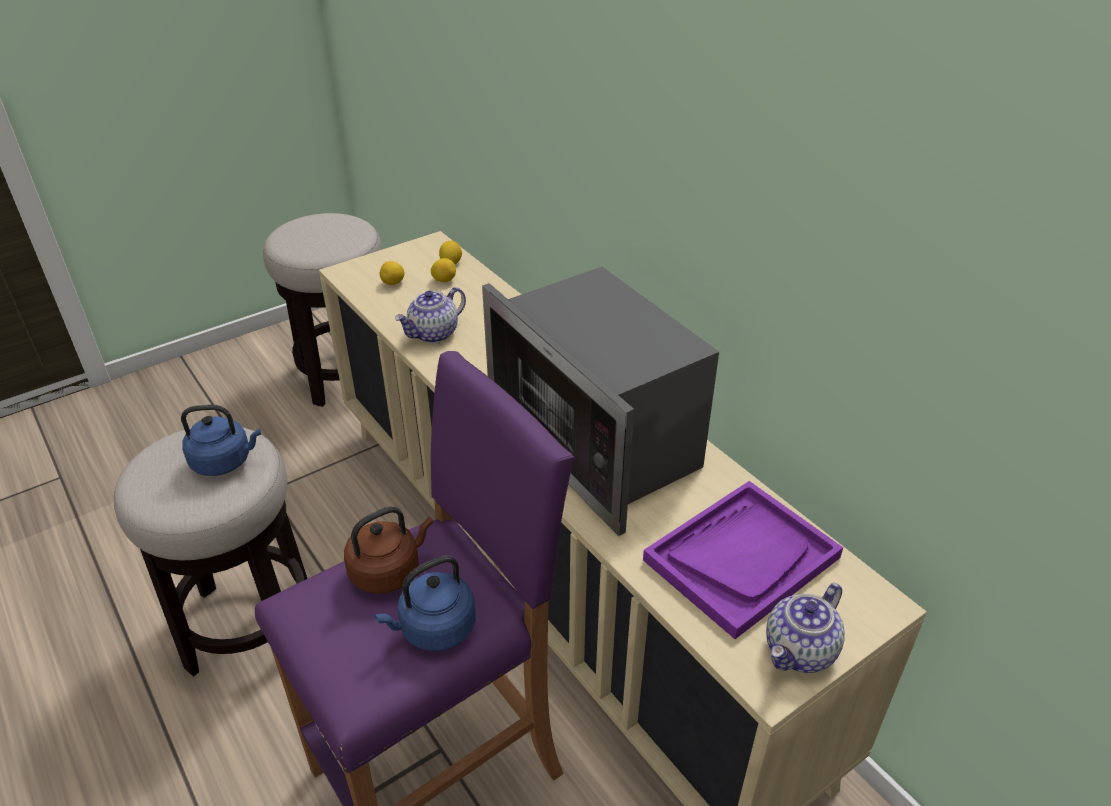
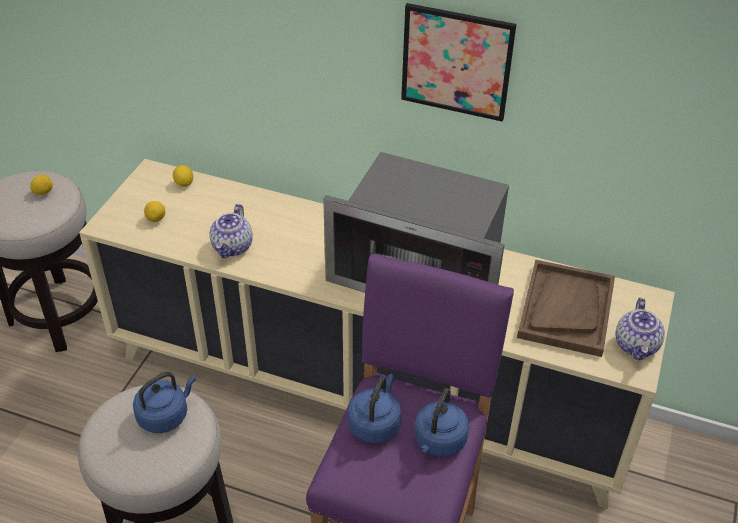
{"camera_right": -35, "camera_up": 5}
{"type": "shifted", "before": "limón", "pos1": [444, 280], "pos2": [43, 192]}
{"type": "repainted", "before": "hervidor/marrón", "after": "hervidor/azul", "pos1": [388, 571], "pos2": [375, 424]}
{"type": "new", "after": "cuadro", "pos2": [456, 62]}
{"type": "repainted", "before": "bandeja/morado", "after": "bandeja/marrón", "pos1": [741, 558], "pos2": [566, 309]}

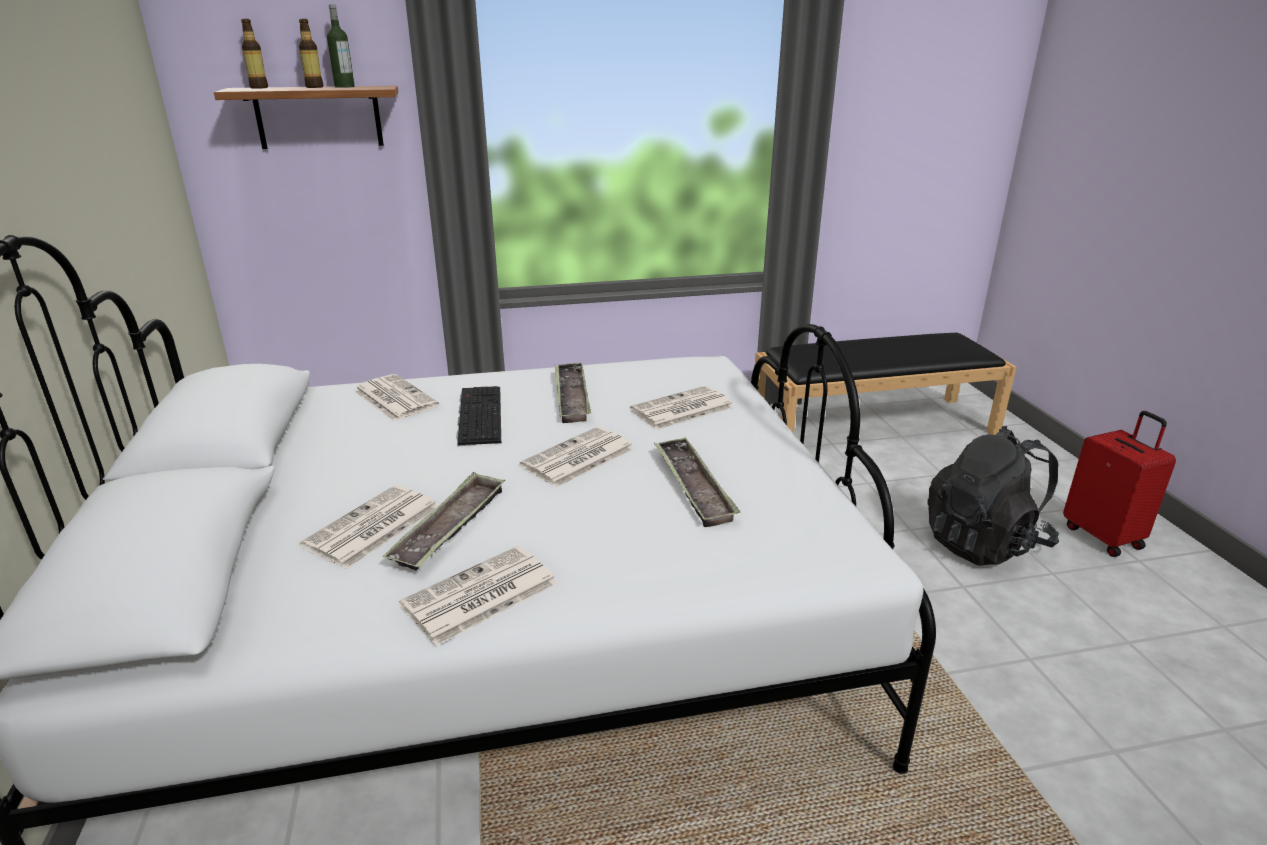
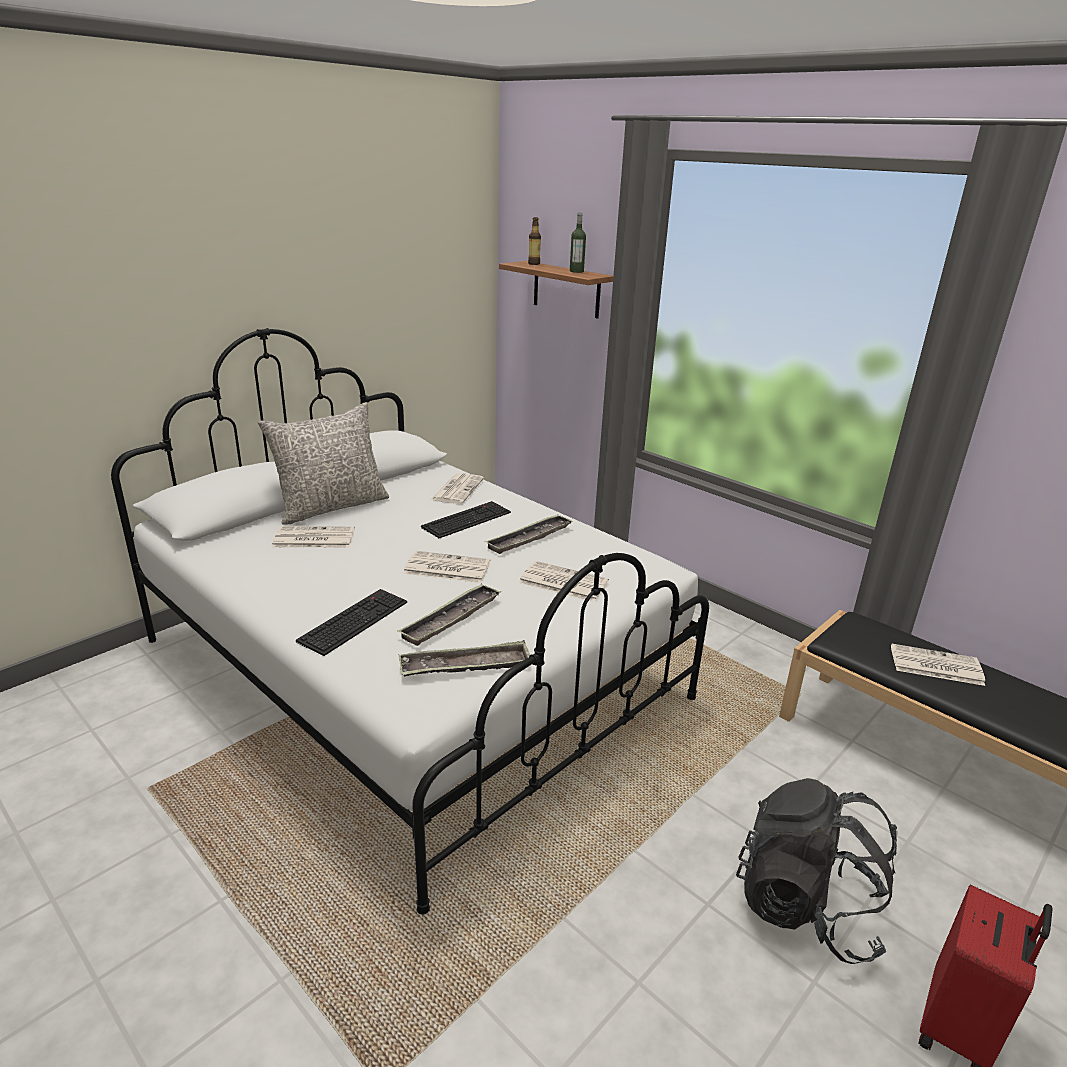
{"camera_right": 55, "camera_up": 0}
{"type": "new", "after": "cojín/gris", "pos2": [331, 506]}
{"type": "new", "after": "teclado", "pos2": [353, 620]}
{"type": "shifted", "before": "bandeja", "pos1": [450, 527], "pos2": [465, 666]}
{"type": "shifted", "before": "periódico", "pos1": [479, 596], "pos2": [934, 665]}
{"type": "gone", "before": "botella", "pos1": [314, 87]}

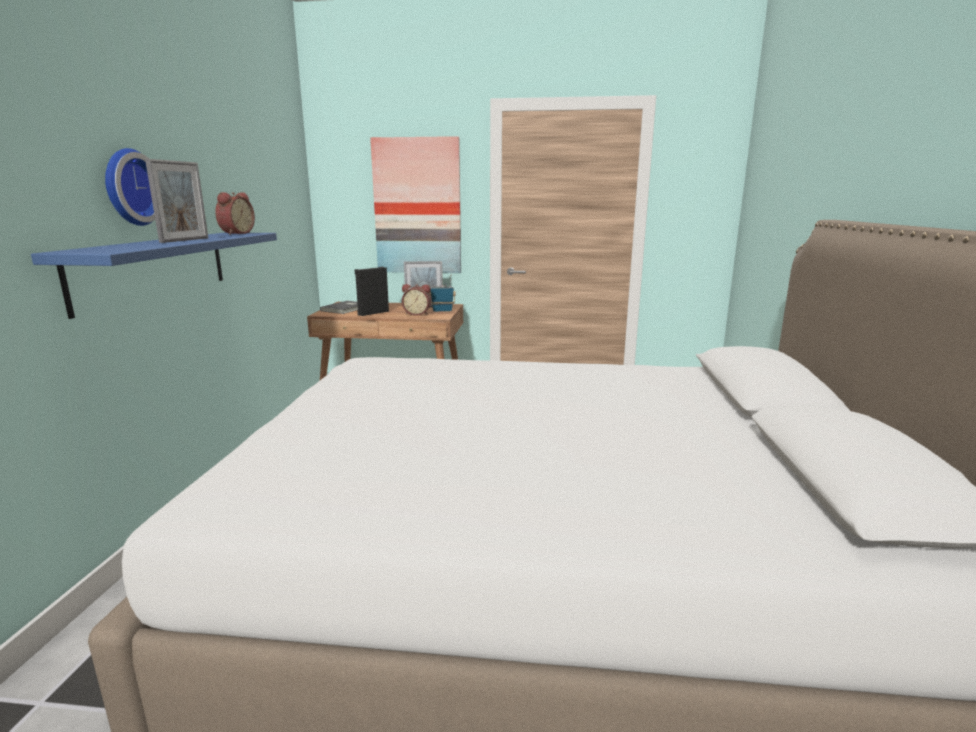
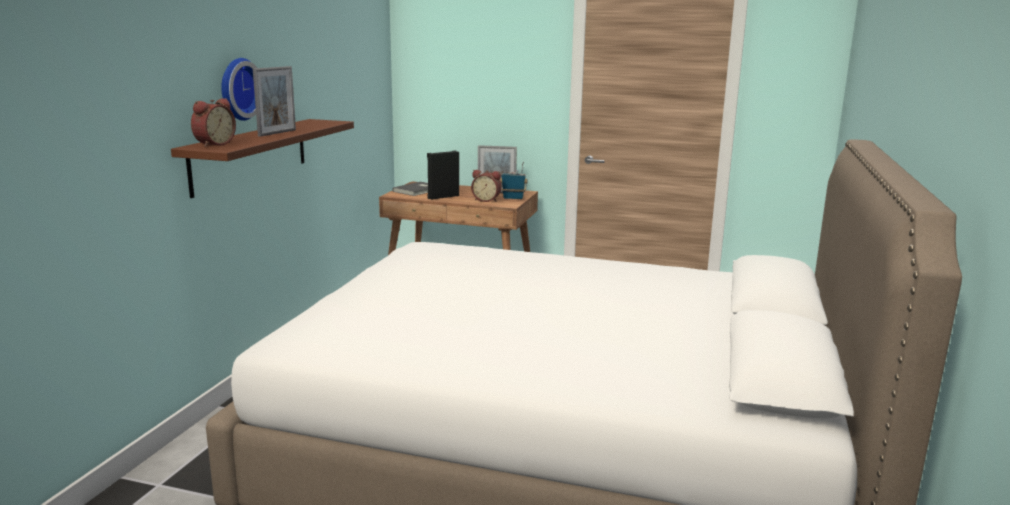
{"camera_right": 10, "camera_up": 0}
{"type": "repainted", "before": "estante/azul", "after": "estante/marrón", "pos1": [154, 268], "pos2": [251, 155]}
{"type": "shifted", "before": "despertador", "pos1": [235, 233], "pos2": [213, 144]}
{"type": "gone", "before": "cuadro", "pos1": [417, 207]}

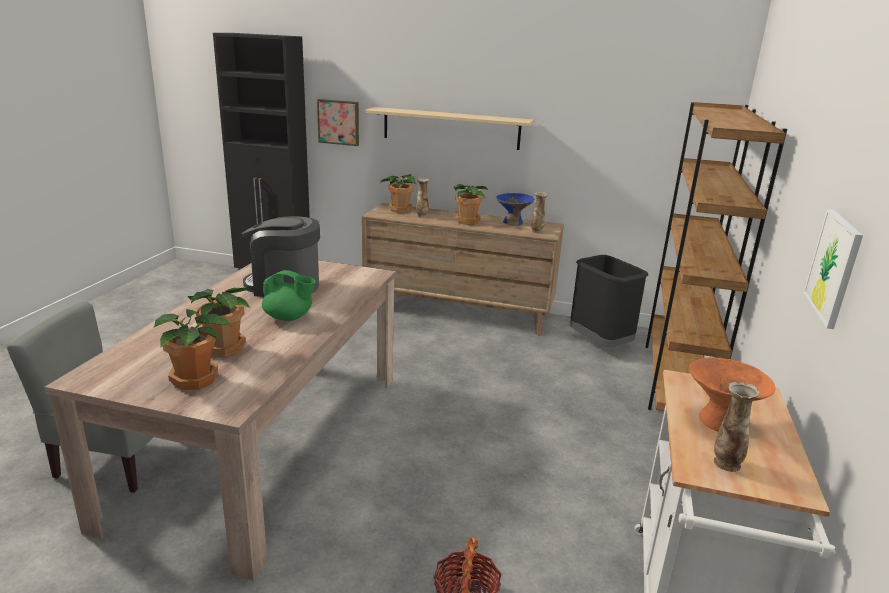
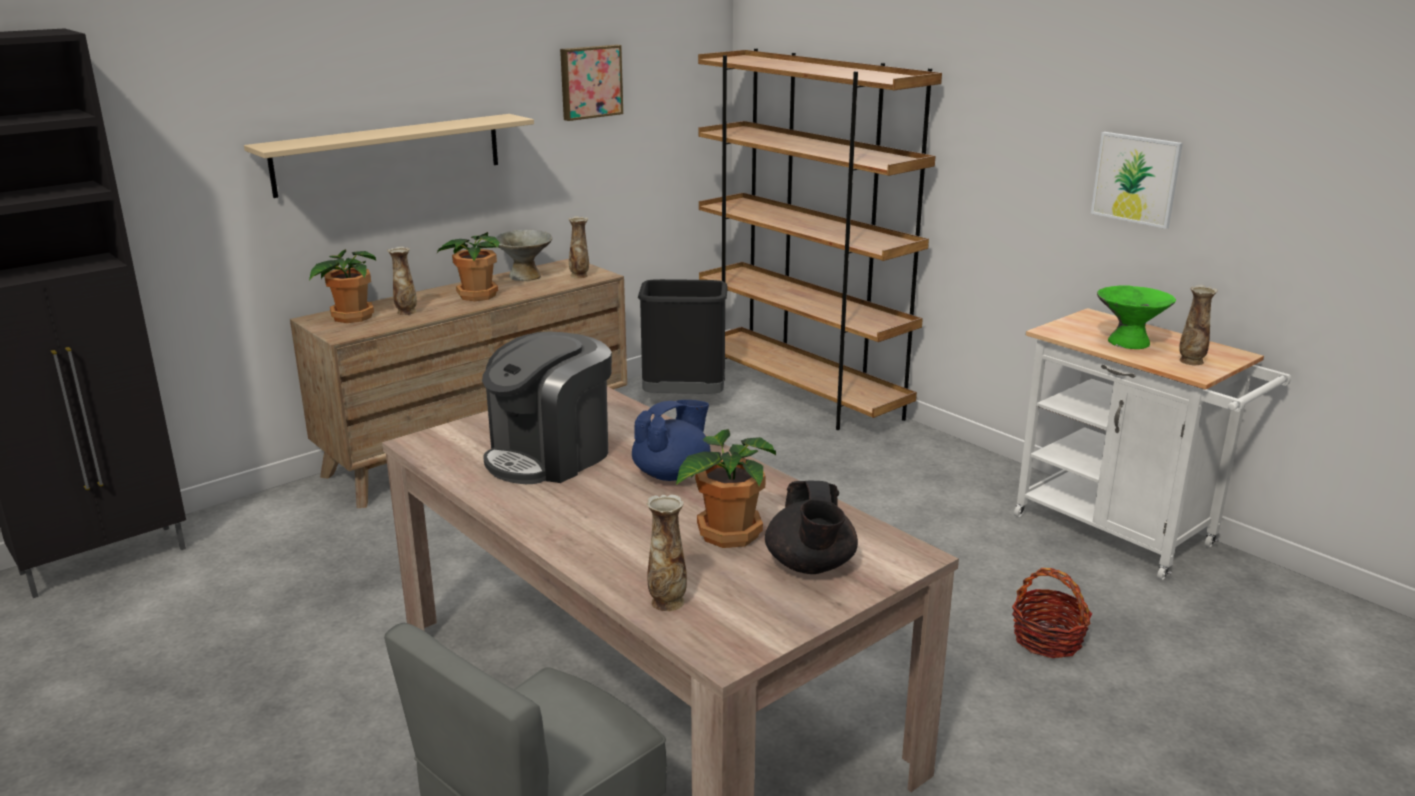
{"camera_right": -55, "camera_up": 0}
{"type": "repainted", "before": "cuenco/azul", "after": "cuenco/gris", "pos1": [513, 222], "pos2": [525, 276]}
{"type": "shifted", "before": "cuadro", "pos1": [339, 122], "pos2": [590, 82]}
{"type": "repainted", "before": "tetera/verde", "after": "tetera/azul", "pos1": [289, 317], "pos2": [672, 474]}
{"type": "new", "after": "florero", "pos2": [667, 601]}
{"type": "swapped", "before": "planta en maceta", "after": "tetera/negro", "pos1": [196, 380], "pos2": [810, 566]}
{"type": "repainted", "before": "cuenco/naranja", "after": "cuenco/verde", "pos1": [719, 421], "pos2": [1128, 342]}

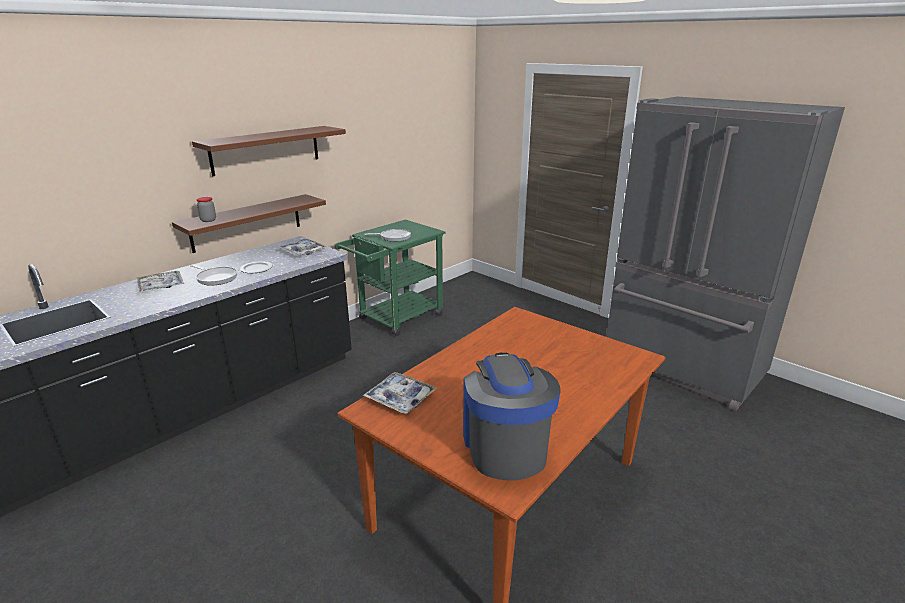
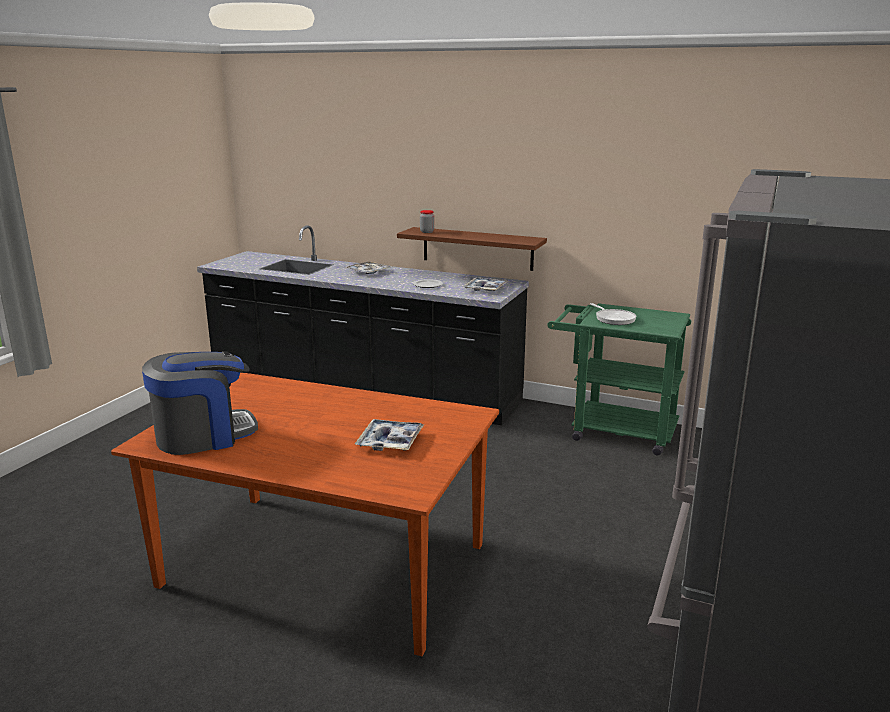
{"camera_right": 70, "camera_up": -5}
{"type": "shifted", "before": "bandeja", "pos1": [400, 398], "pos2": [390, 441]}
{"type": "gone", "before": "sartén", "pos1": [215, 278]}
{"type": "gone", "before": "estante/marrón", "pos1": [266, 150]}

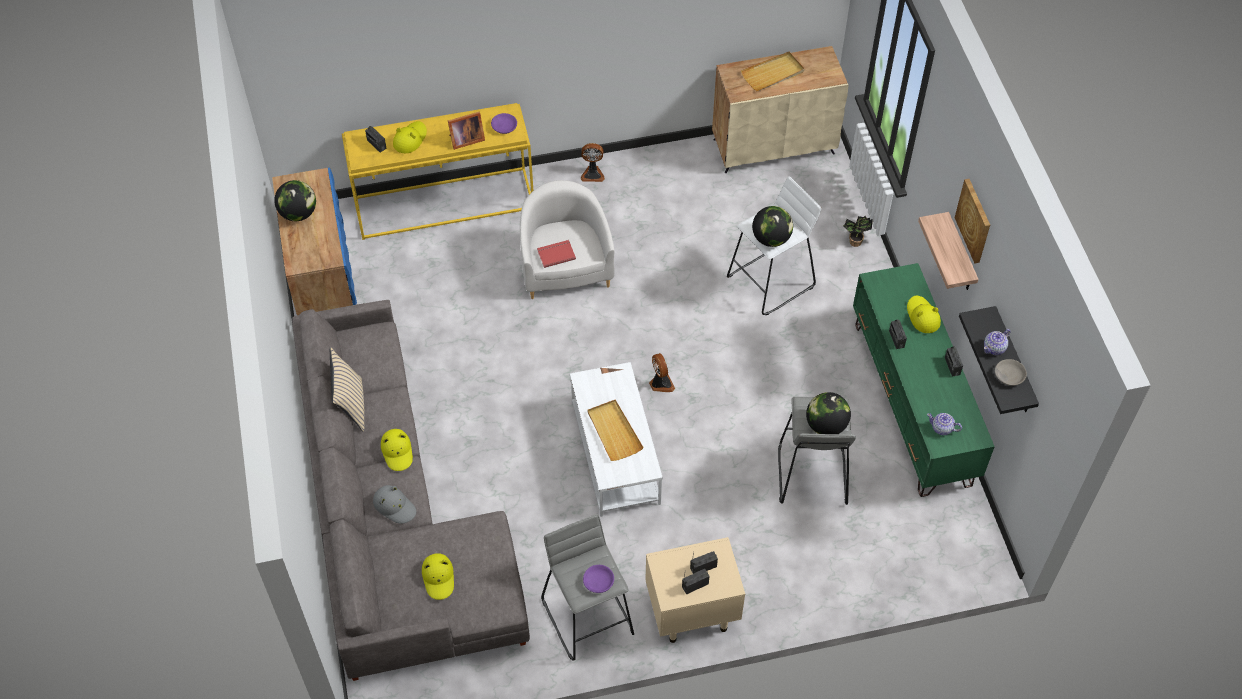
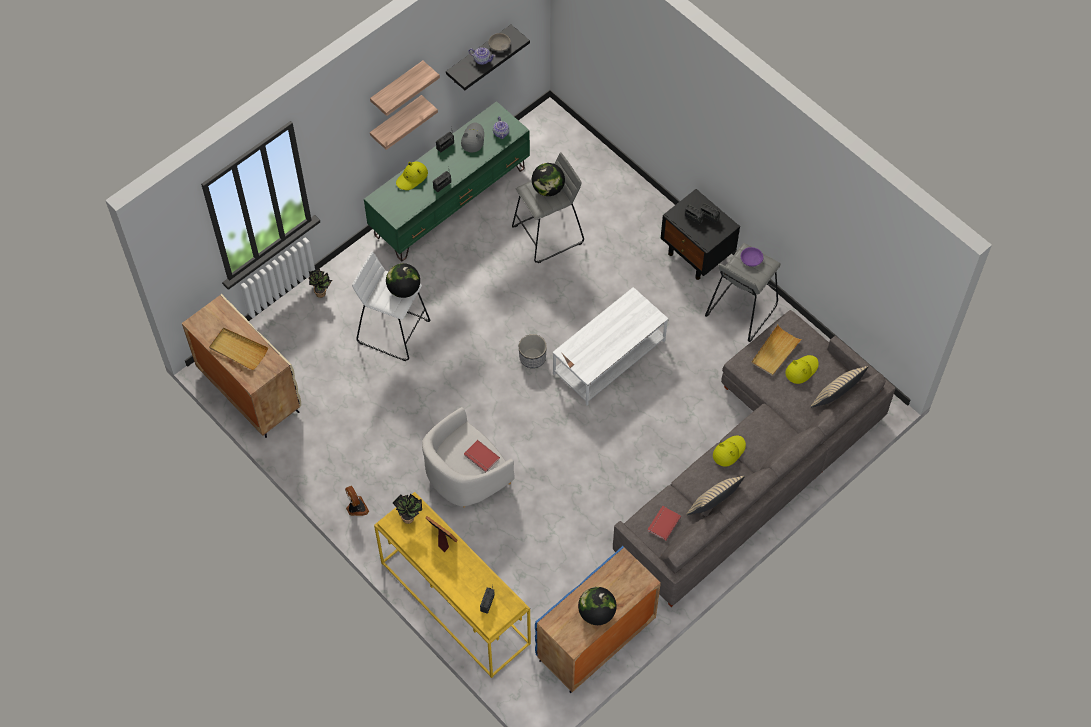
{"camera_right": -120, "camera_up": 5}
{"type": "swapped", "before": "cuadro", "after": "estante", "pos1": [974, 220], "pos2": [397, 87]}
{"type": "swapped", "before": "cuenco/morado", "after": "planta en maceta", "pos1": [504, 126], "pos2": [410, 517]}
{"type": "shifted", "before": "sombrero/gris", "pos1": [395, 506], "pos2": [473, 139]}
{"type": "swapped", "before": "ventilador", "after": "maceta", "pos1": [660, 383], "pos2": [532, 358]}
{"type": "new", "after": "libro/rojo", "pos2": [663, 523]}
{"type": "repainted", "before": "mesita de noche/beis", "after": "mesita de noche/negro", "pos1": [691, 612], "pos2": [697, 256]}
{"type": "shifted", "before": "bandeja/beis", "pos1": [614, 431], "pos2": [775, 352]}
{"type": "new", "after": "cojín/beis", "pos2": [836, 398]}
{"type": "gone", "before": "sombrero/amarillo", "pos1": [410, 139]}

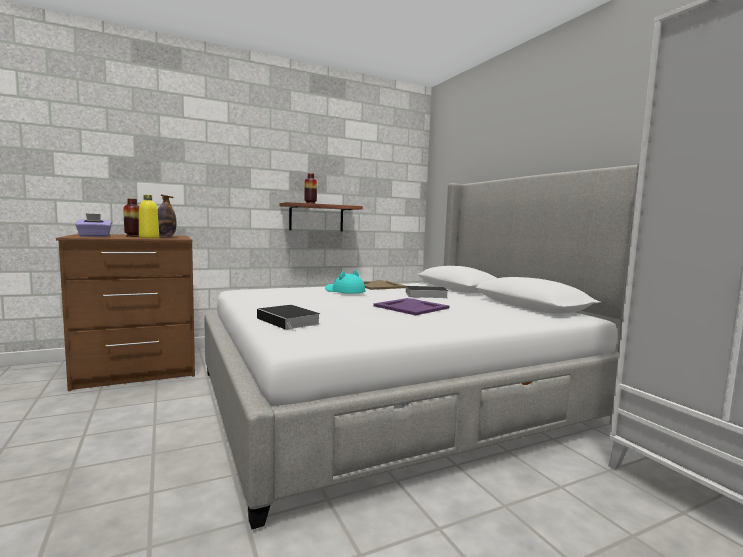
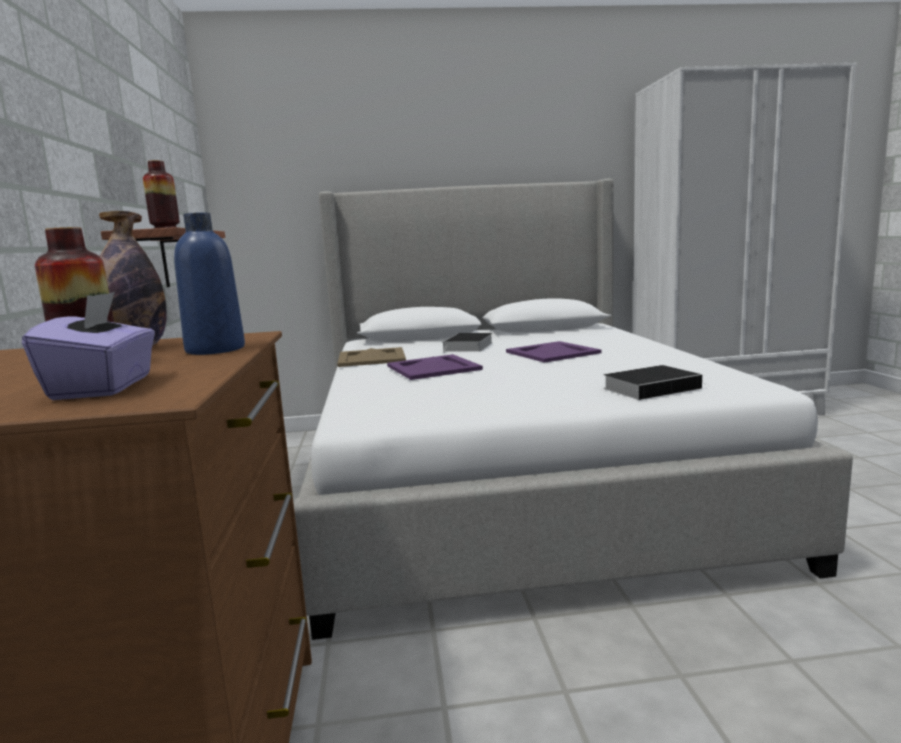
{"camera_right": -70, "camera_up": 5}
{"type": "repainted", "before": "botella/amarillo", "after": "botella/azul", "pos1": [149, 237], "pos2": [215, 350]}
{"type": "swapped", "before": "sombrero/turquesa", "after": "bandeja/morado", "pos1": [344, 291], "pos2": [434, 368]}

